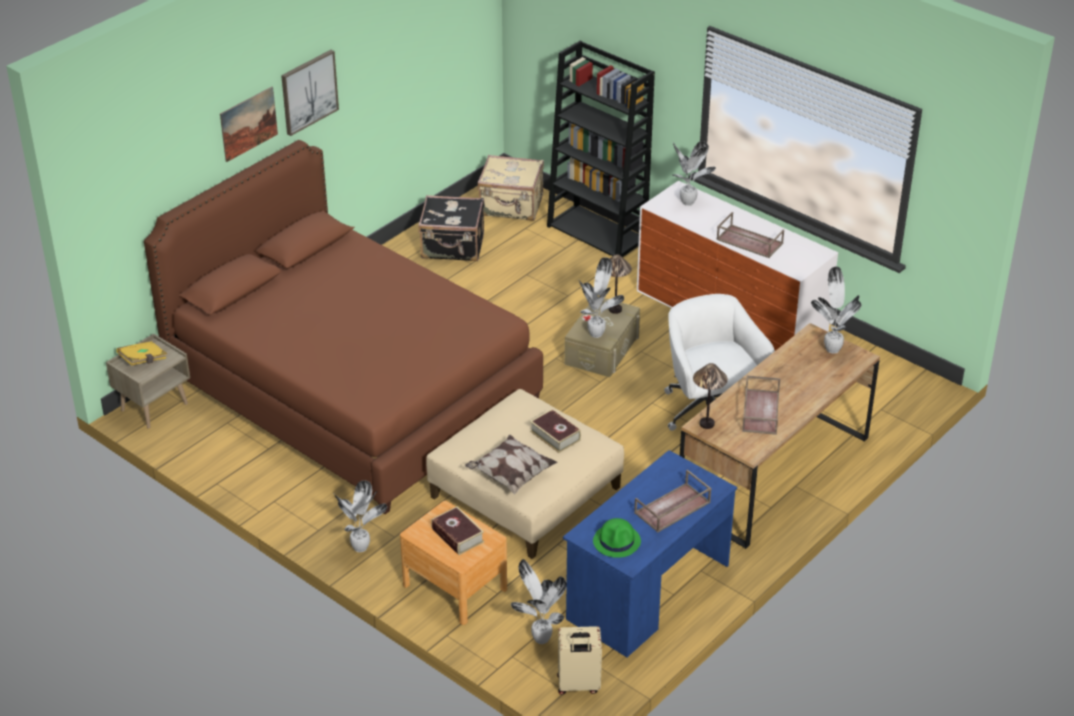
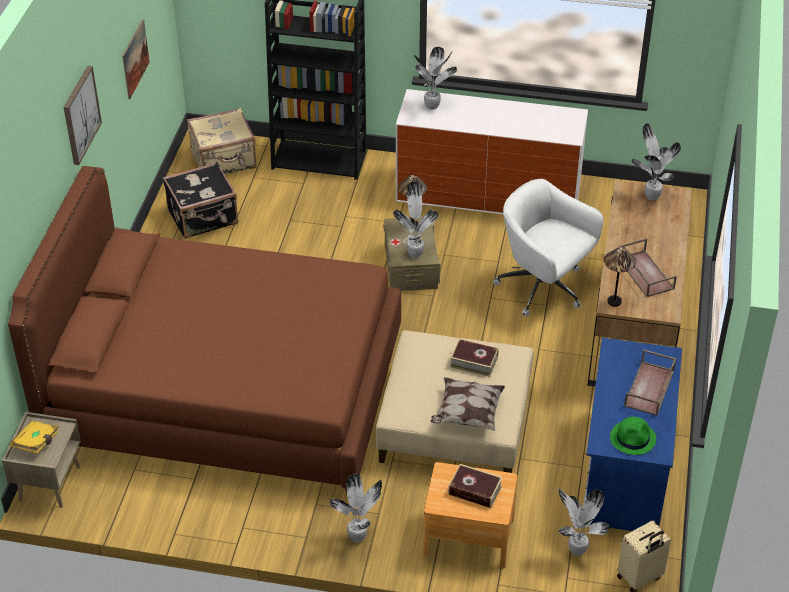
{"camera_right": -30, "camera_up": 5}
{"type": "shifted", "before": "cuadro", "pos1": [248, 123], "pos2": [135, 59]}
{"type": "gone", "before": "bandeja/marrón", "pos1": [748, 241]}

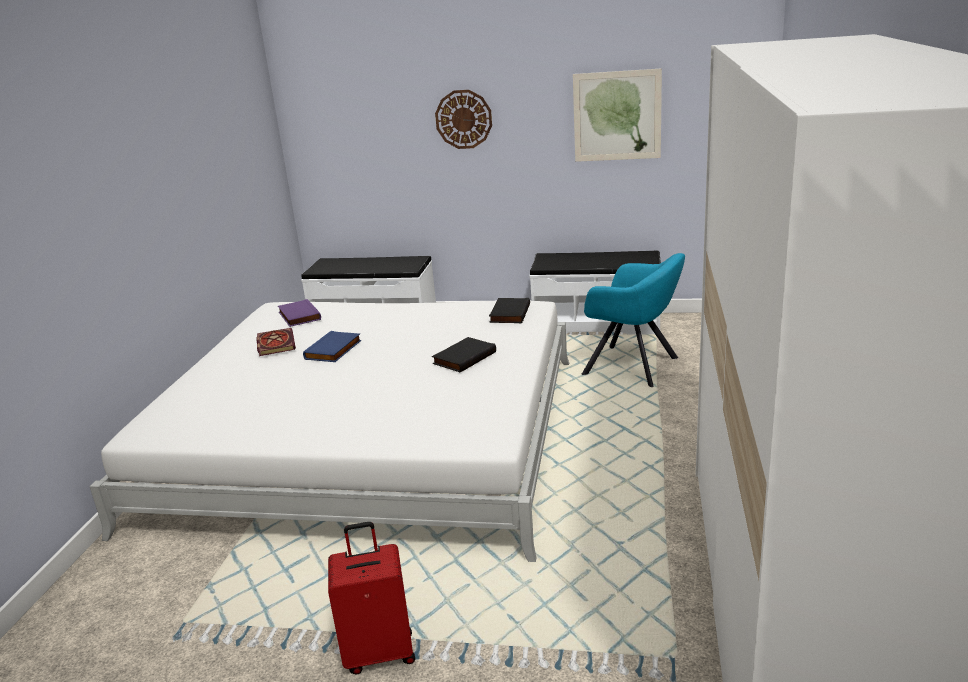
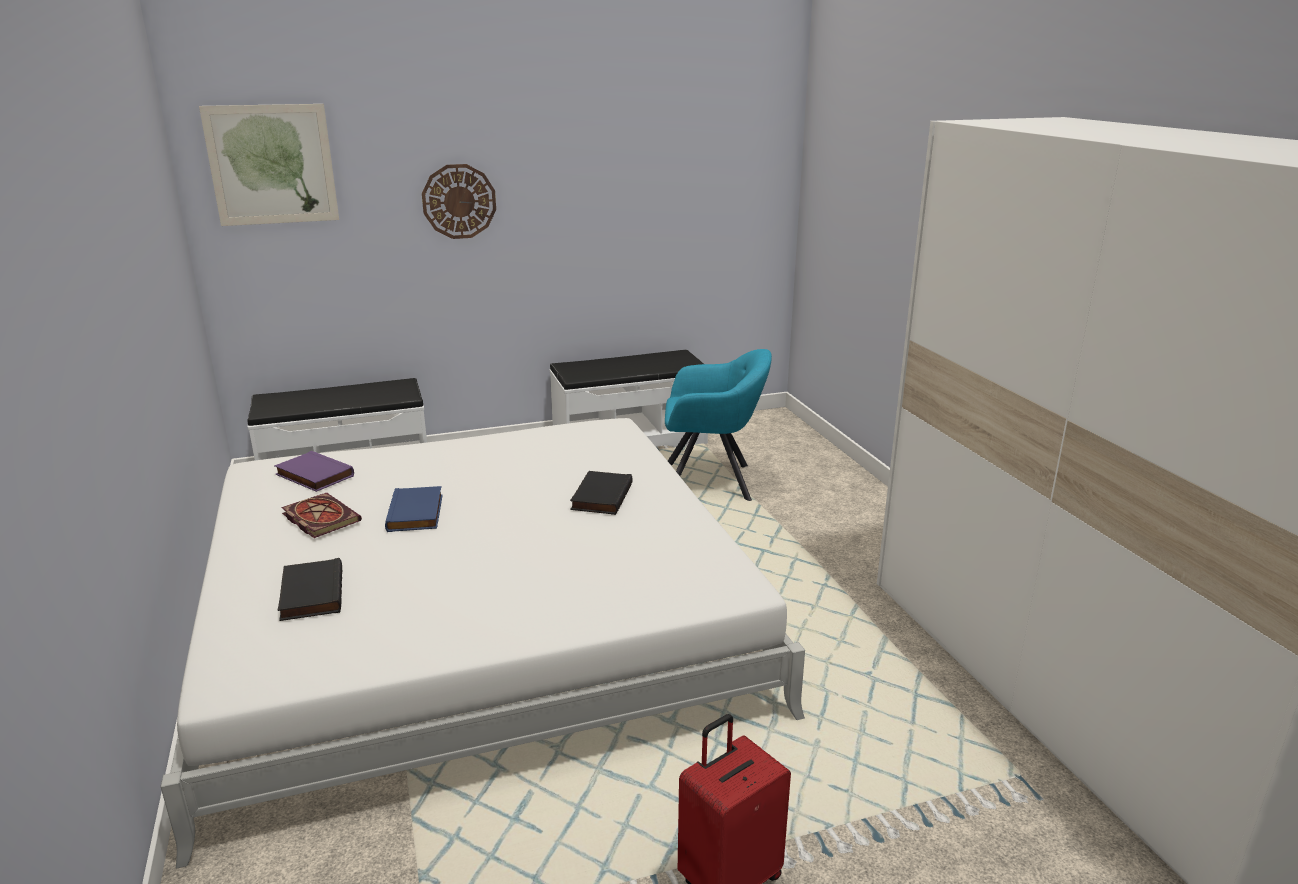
{"camera_right": -30, "camera_up": 0}
{"type": "shifted", "before": "cuadro", "pos1": [617, 116], "pos2": [272, 165]}
{"type": "shifted", "before": "libro/negro", "pos1": [509, 313], "pos2": [310, 594]}

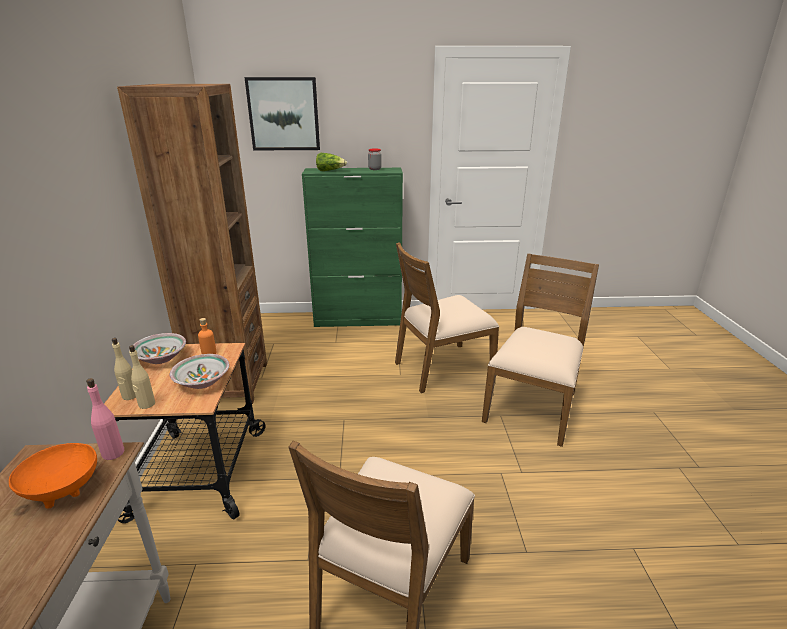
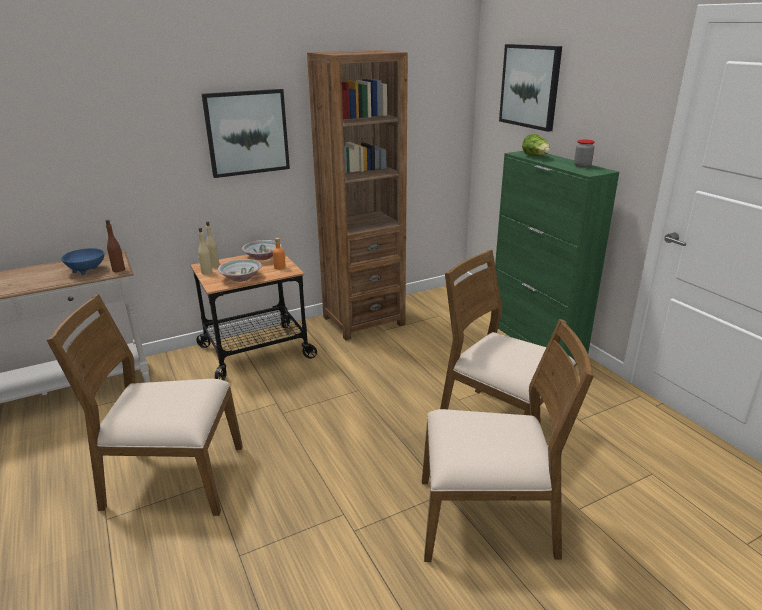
{"camera_right": 65, "camera_up": 0}
{"type": "repainted", "before": "cuenco/naranja", "after": "cuenco/azul", "pos1": [64, 490], "pos2": [86, 271]}
{"type": "repainted", "before": "botella/rosa", "after": "botella/marrón", "pos1": [113, 453], "pos2": [119, 270]}
{"type": "new", "after": "cuadro", "pos2": [247, 132]}

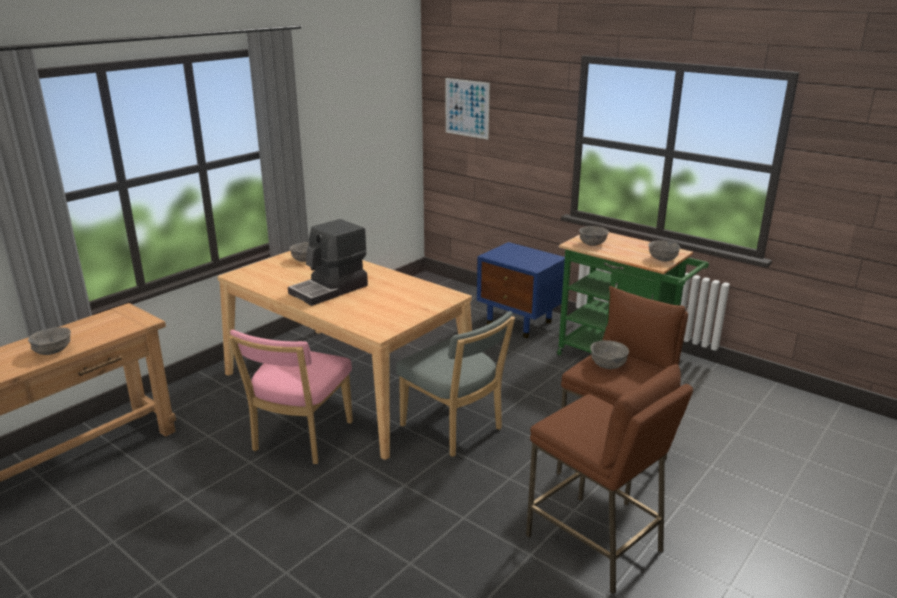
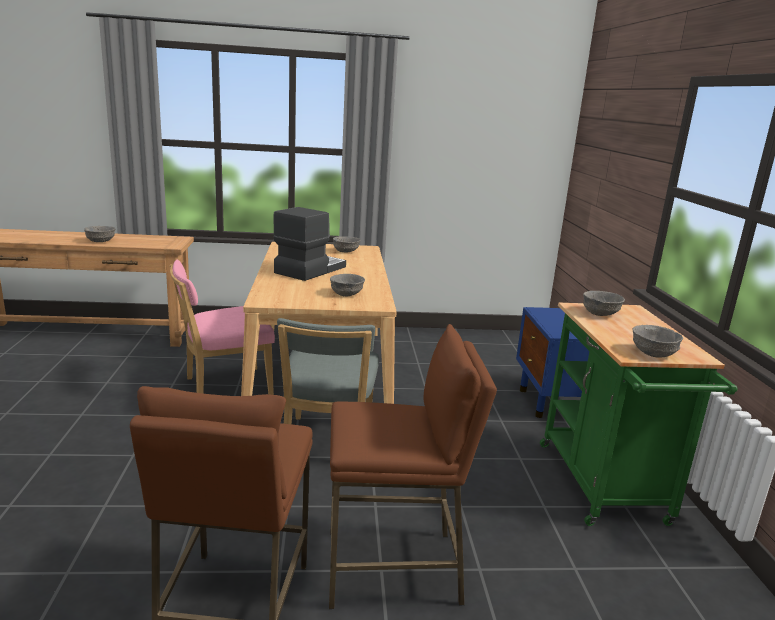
{"camera_right": 45, "camera_up": -5}
{"type": "rotated", "before": "cafetera", "pos1": [330, 289], "pos2": [309, 270], "turn": 120}
{"type": "shifted", "before": "cuenco/gris", "pos1": [608, 365], "pos2": [347, 294]}
{"type": "gone", "before": "cuadro", "pos1": [467, 108]}

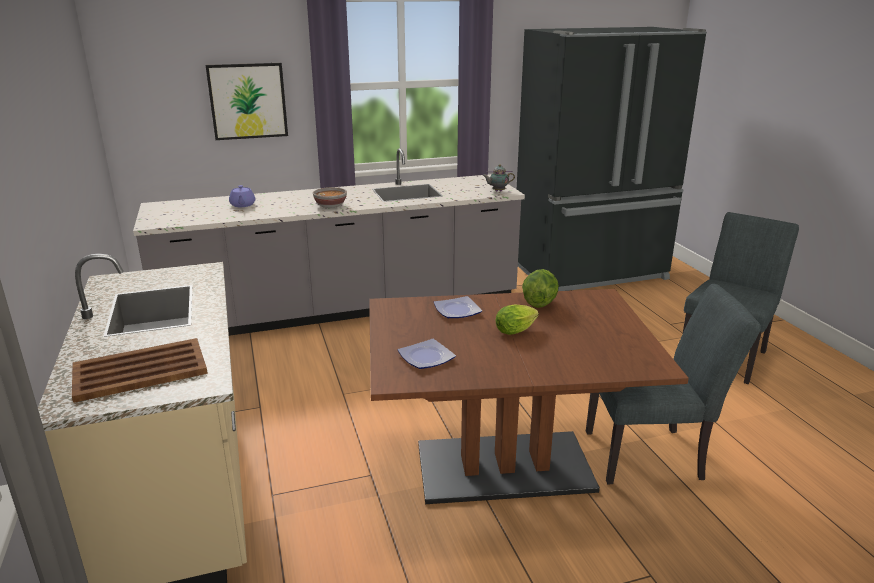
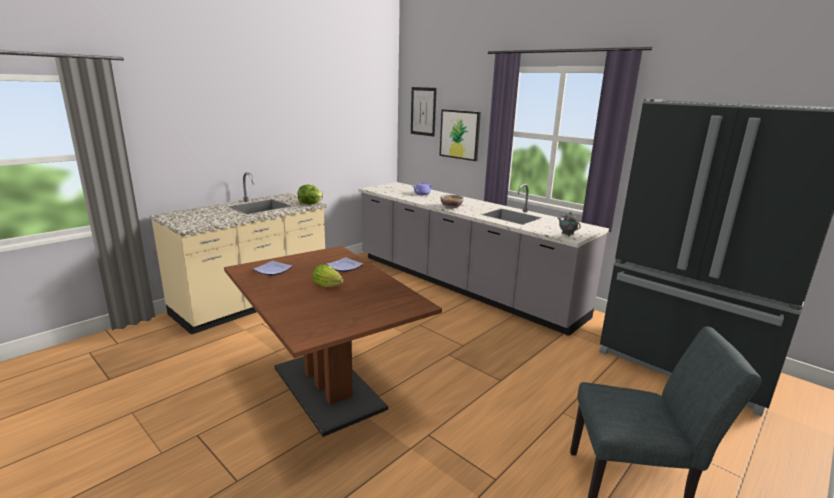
{"camera_right": 60, "camera_up": -5}
{"type": "shifted", "before": "lechuga", "pos1": [539, 303], "pos2": [310, 204]}
{"type": "new", "after": "cuadro", "pos2": [423, 111]}
{"type": "gone", "before": "bandeja/marrón", "pos1": [141, 370]}
{"type": "gone", "before": "silla/gris", "pos1": [652, 455]}

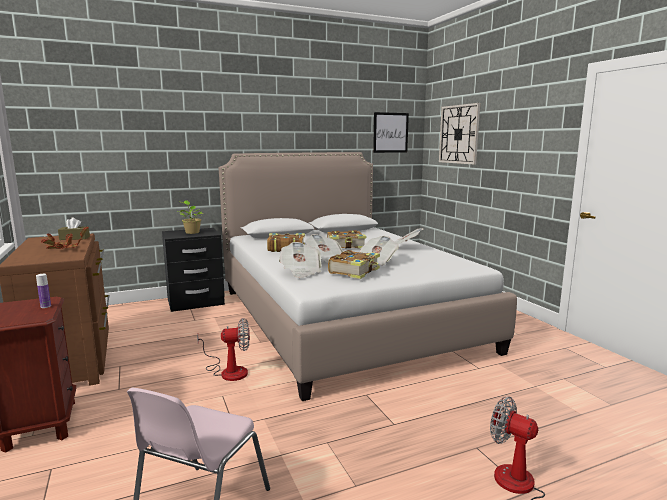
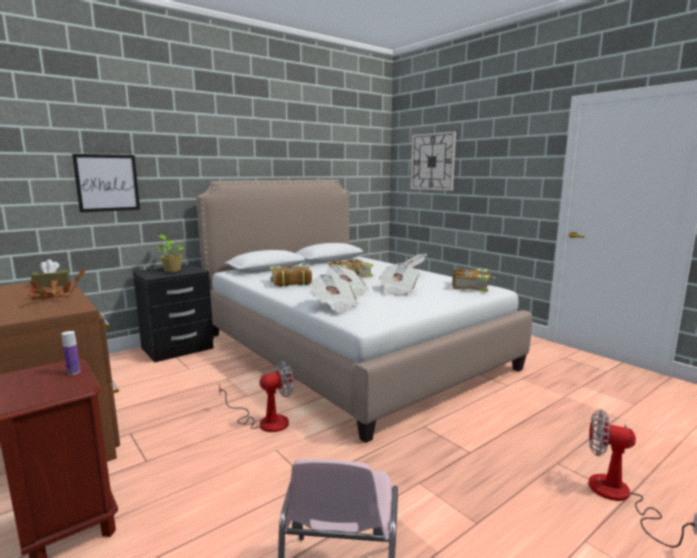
{"camera_right": -15, "camera_up": 0}
{"type": "shifted", "before": "cuadro", "pos1": [390, 132], "pos2": [107, 183]}
{"type": "shifted", "before": "libro", "pos1": [355, 271], "pos2": [471, 286]}

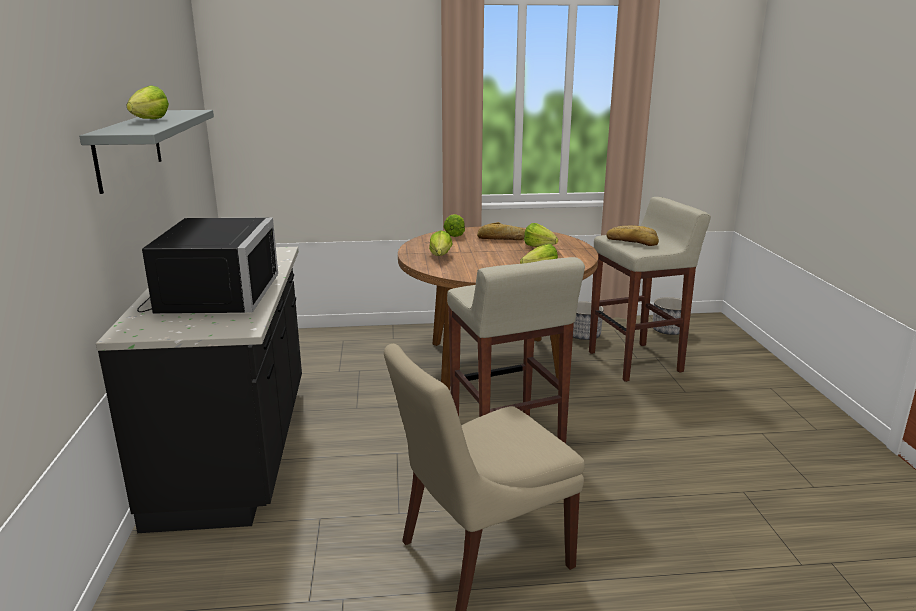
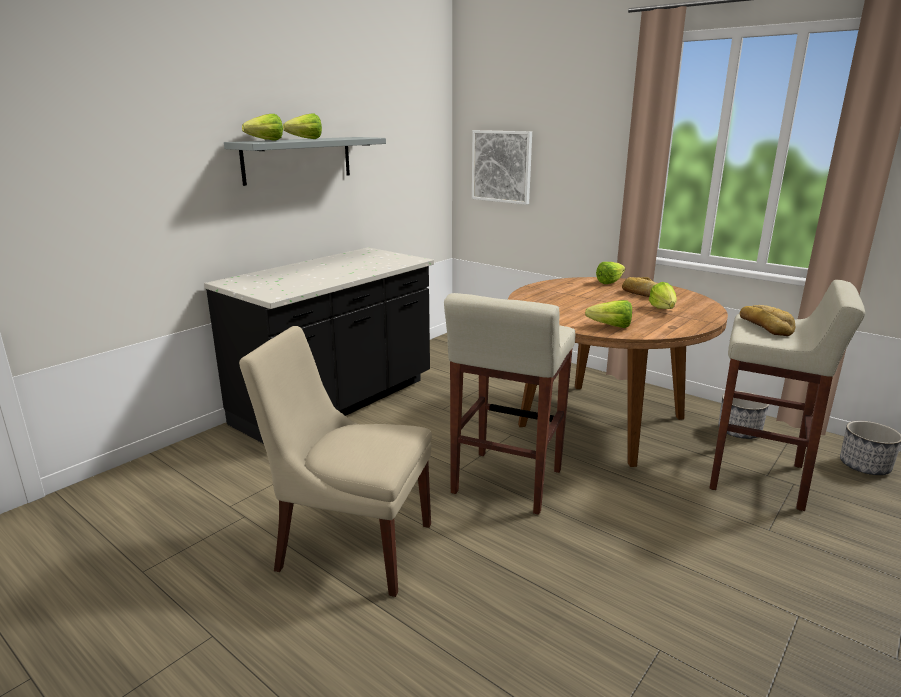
{"camera_right": 45, "camera_up": 0}
{"type": "shifted", "before": "lechuga", "pos1": [439, 257], "pos2": [262, 140]}
{"type": "new", "after": "cuadro", "pos2": [501, 166]}
{"type": "gone", "before": "microondas/negro", "pos1": [210, 296]}

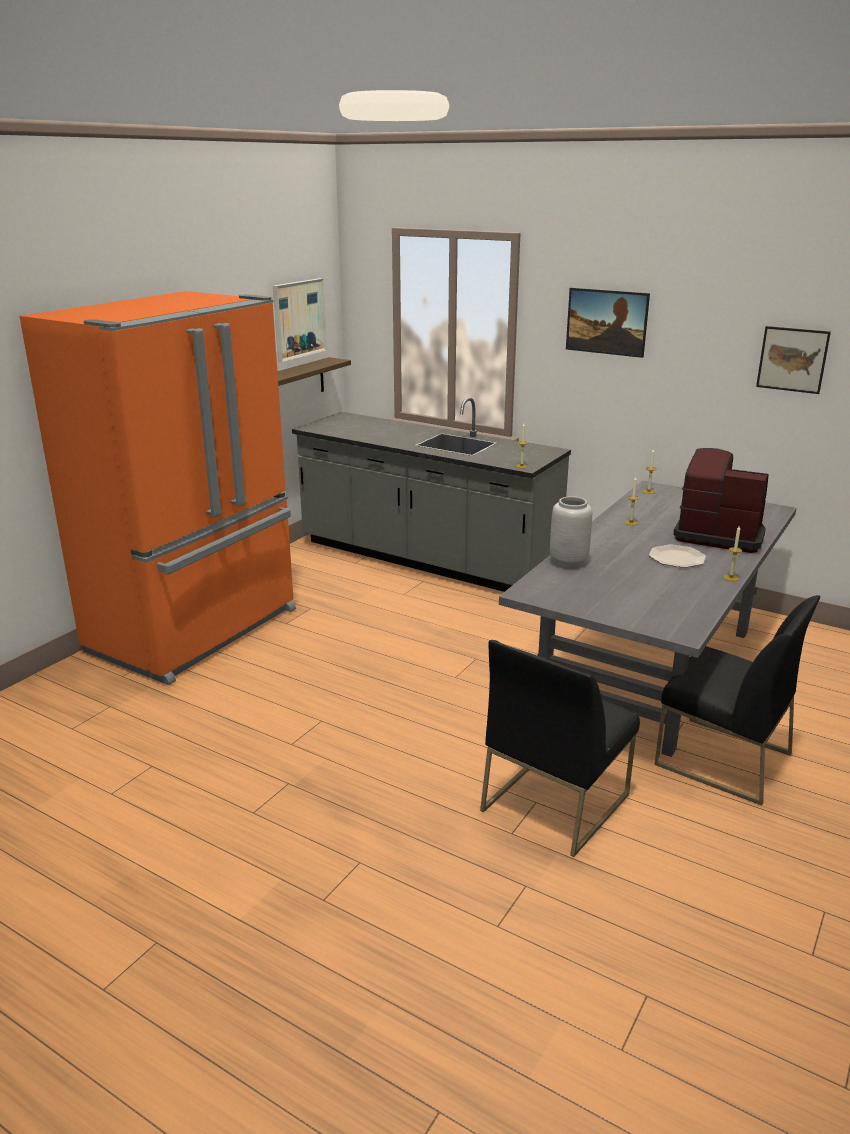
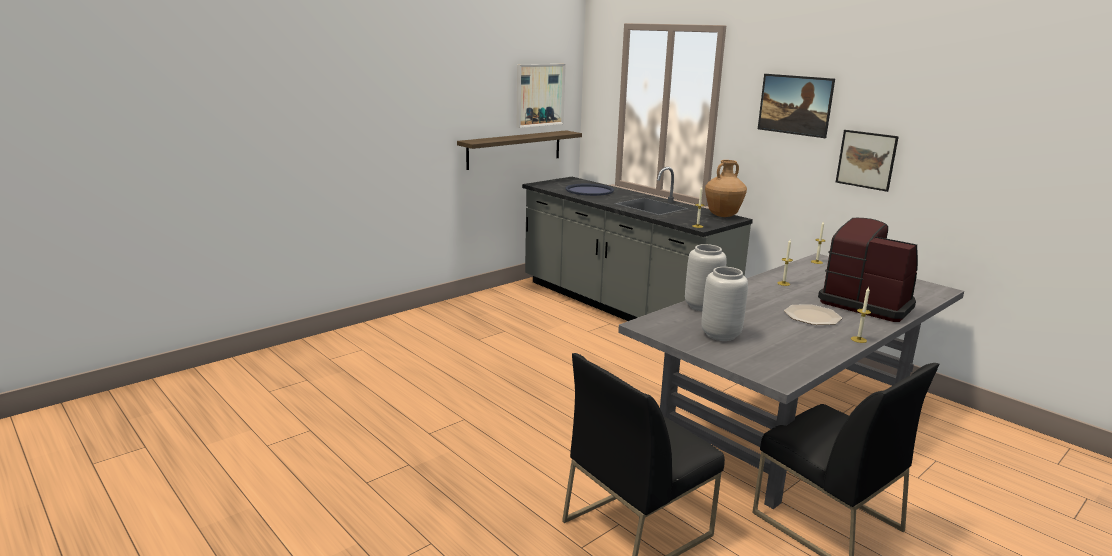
{"camera_right": 15, "camera_up": -5}
{"type": "new", "after": "bandeja/azul", "pos2": [589, 190]}
{"type": "new", "after": "florero/gris", "pos2": [720, 335]}
{"type": "new", "after": "florero/marrón", "pos2": [722, 215]}
{"type": "shifted", "before": "cuadro", "pos1": [792, 359], "pos2": [866, 160]}
{"type": "gone", "before": "nevera/naranja", "pos1": [197, 631]}

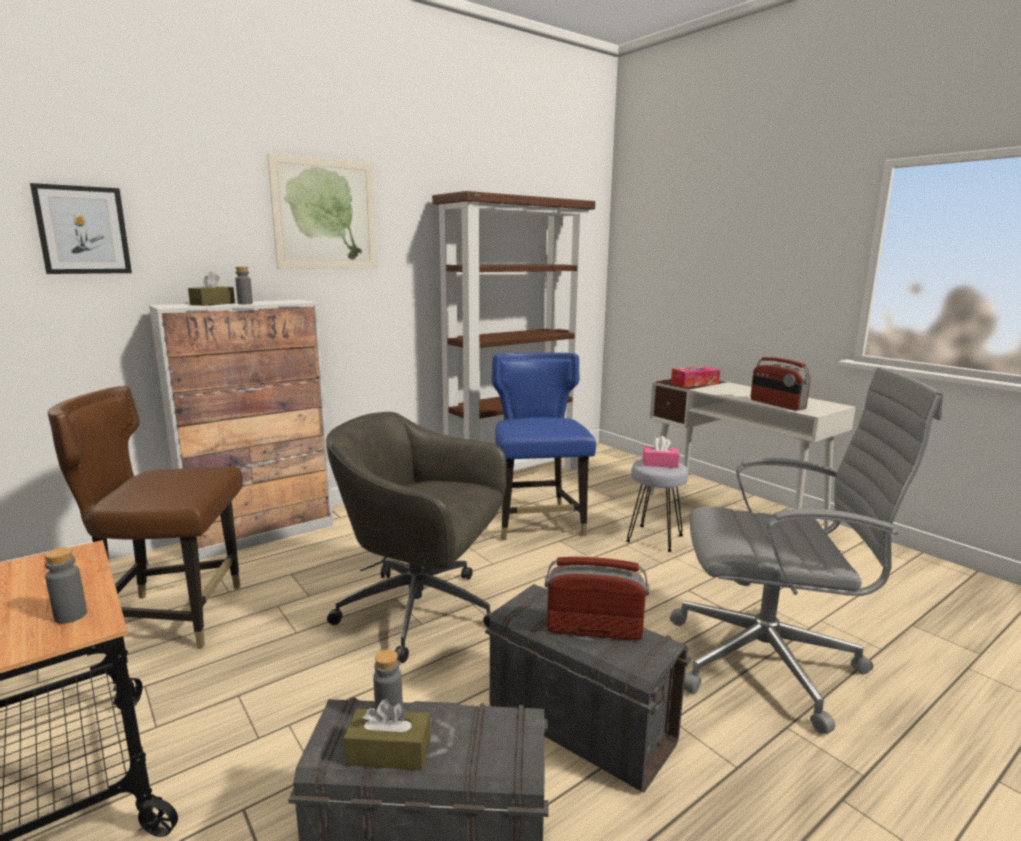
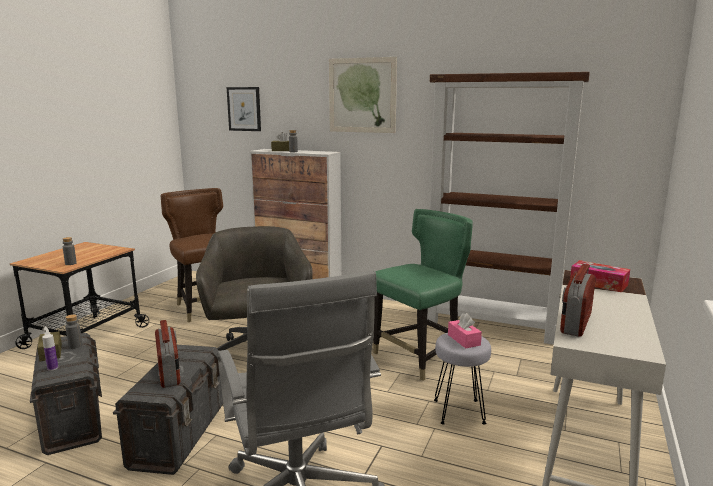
{"camera_right": 60, "camera_up": 0}
{"type": "new", "after": "botella", "pos2": [52, 368]}
{"type": "repainted", "before": "silla/azul", "after": "silla/verde", "pos1": [538, 523], "pos2": [419, 357]}

